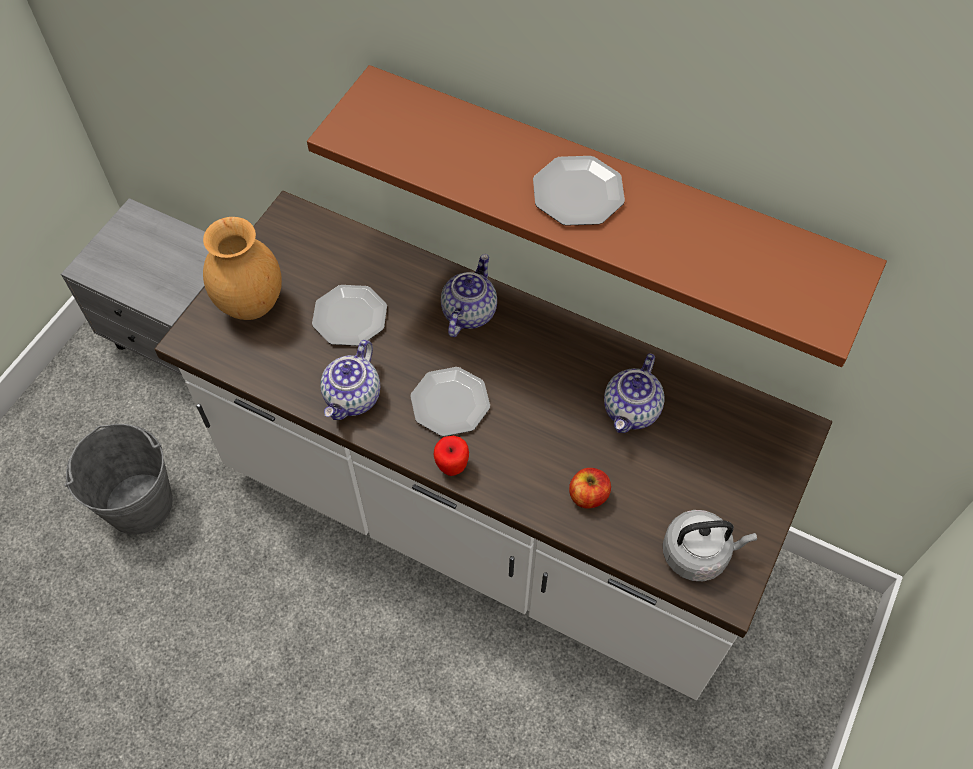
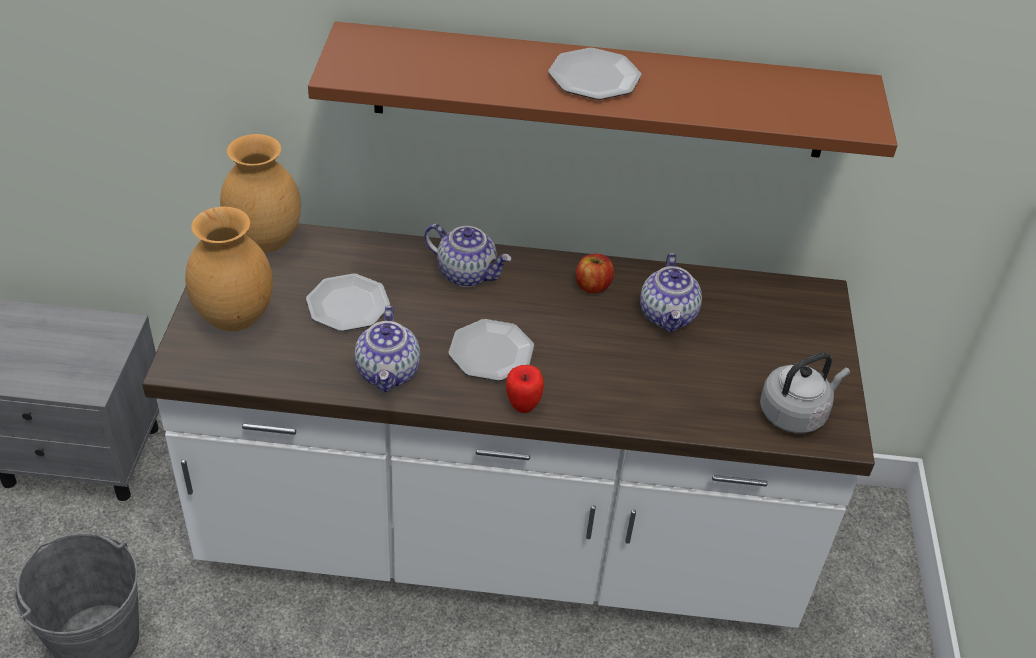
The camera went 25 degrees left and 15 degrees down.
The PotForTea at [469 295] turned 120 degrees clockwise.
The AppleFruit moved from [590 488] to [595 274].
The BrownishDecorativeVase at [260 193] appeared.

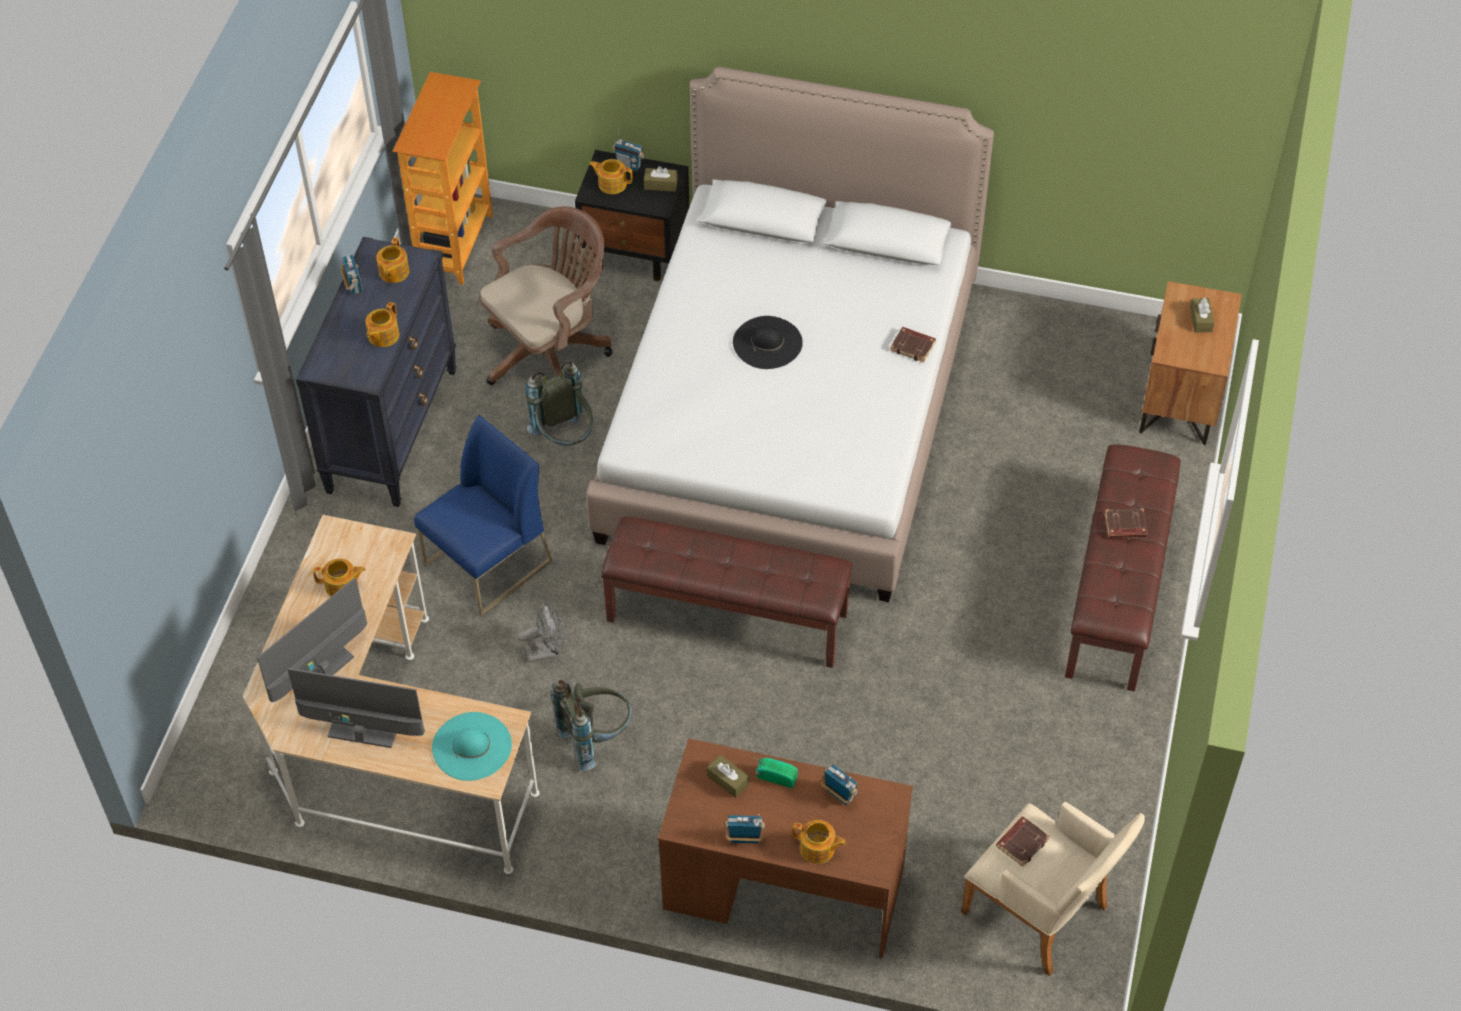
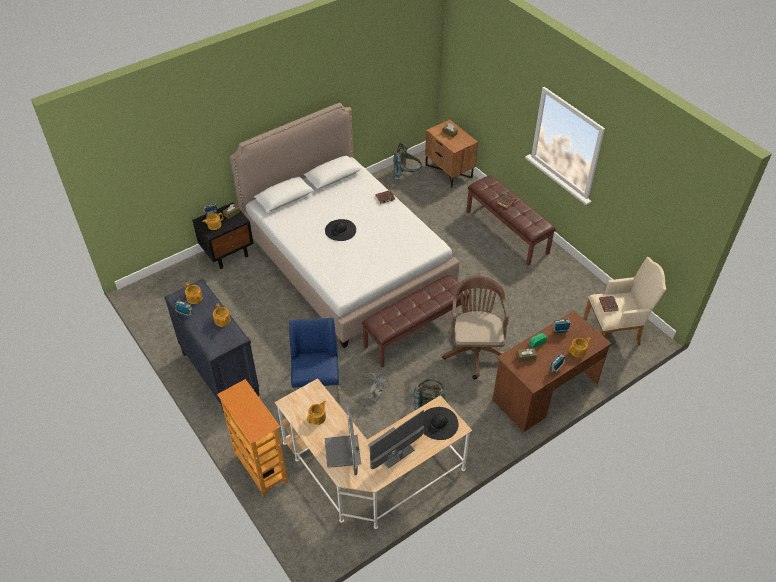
The camera went 50 degrees left and 5 degrees down.
The ShelvingUnit moved from [443 178] to [252 438].
The BrownishOfficeChair moved from [545 295] to [475 327].
The GrayRucksack moved from [559 403] to [408 160].
The TurquoiseHat at [472 746] became the BlackHat at [440 423].

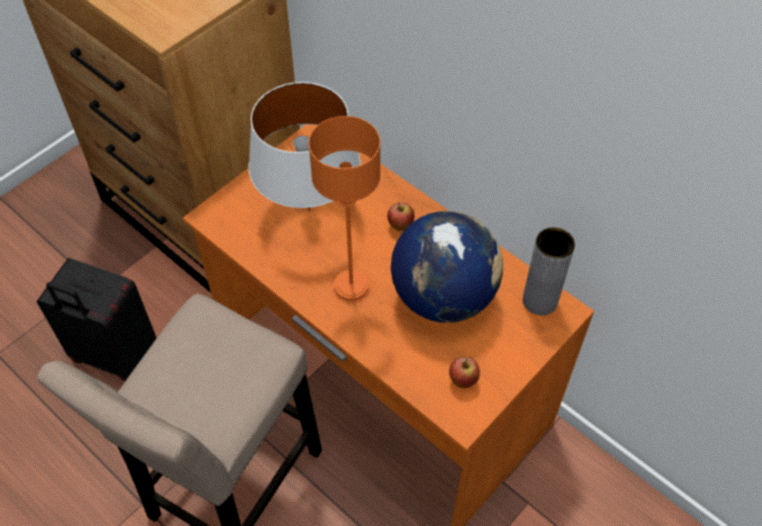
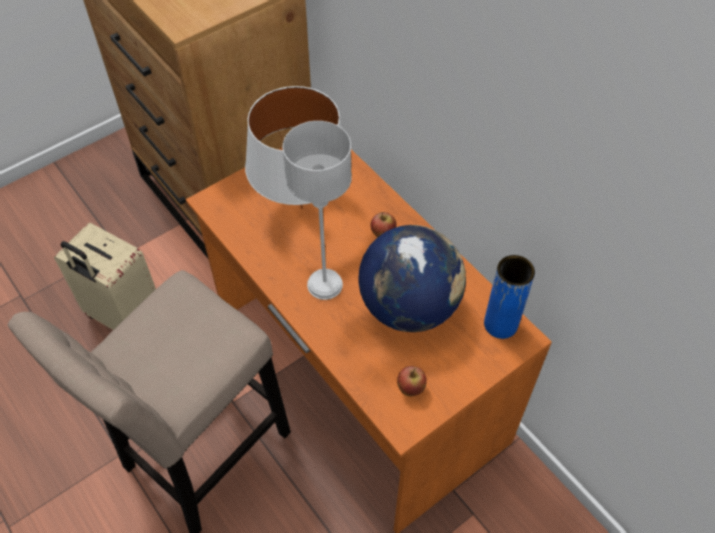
The camera went 10 degrees right and 0 degrees up.
The OrangeyLampForATable at [344 209] became the GrayLampForATable at [317 210].
The GrayDecorativeVase at [549 271] became the BluishDecorativeVase at [509 297].
The BlackSuitcase at [96 319] became the BeigeSuitcase at [105 276].

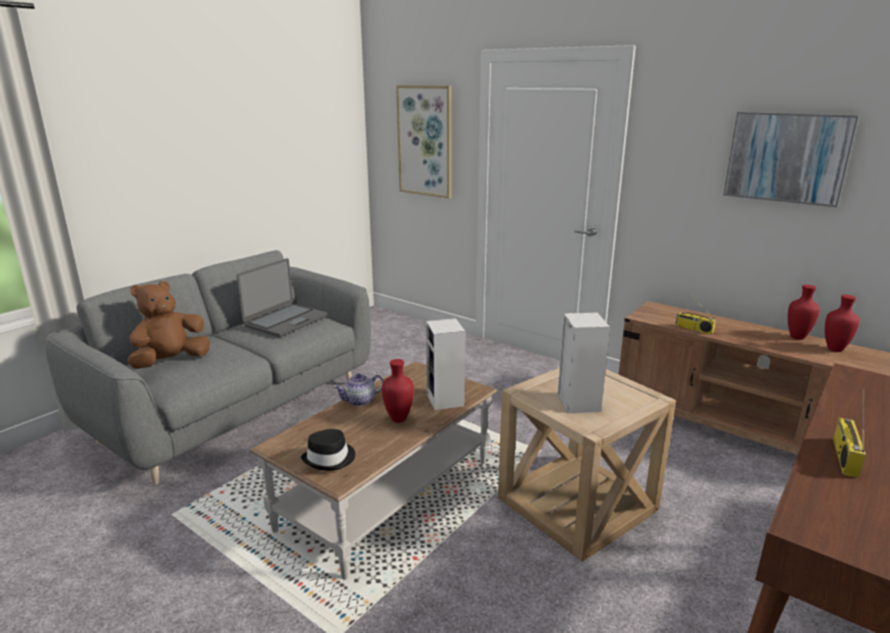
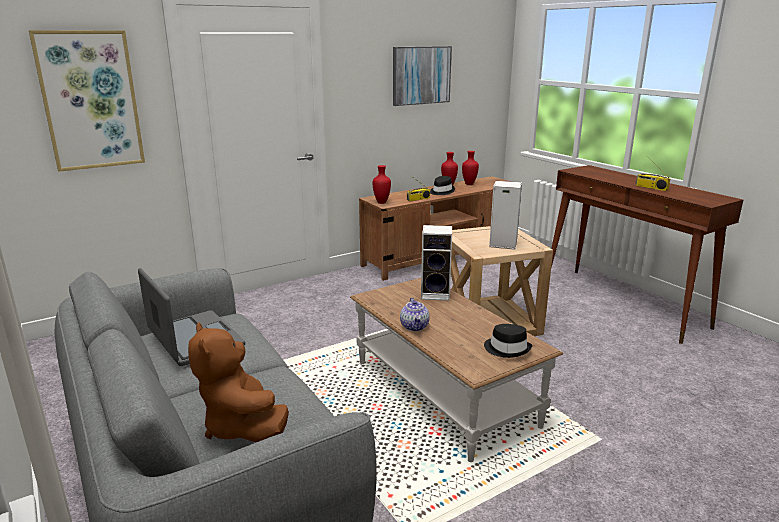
The camera went 70 degrees left and 0 degrees up.
The RedDecorativeVase moved from [398 391] to [382 184].
The BlackHat at [442 185] appeared.

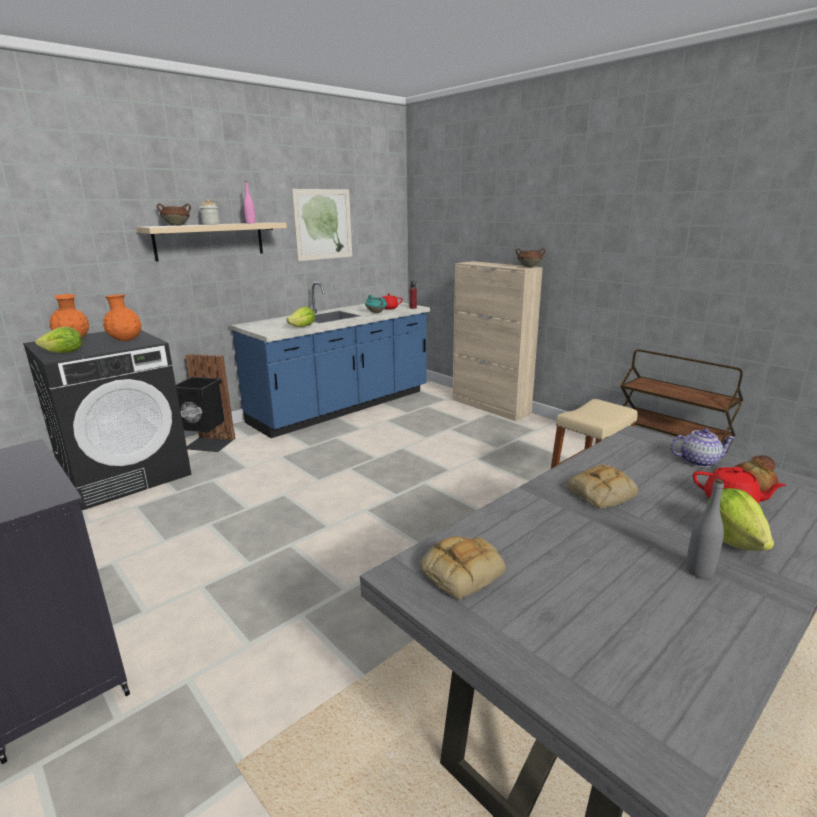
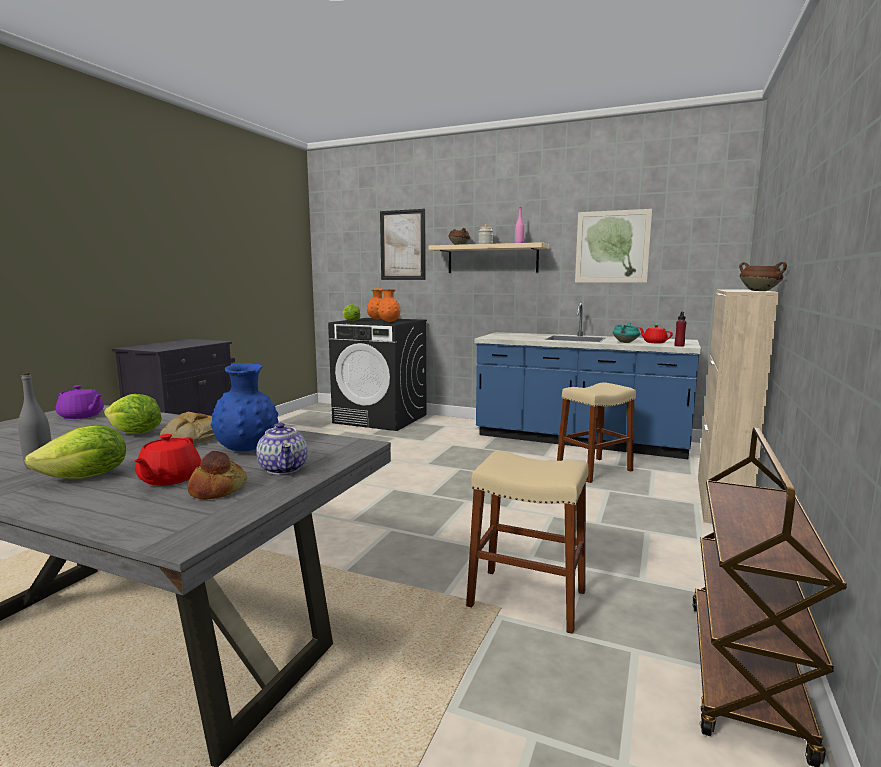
The camera went 65 degrees right and 10 degrees down.
The Lettuce moved from [300 317] to [133 413].
The BlackTrashCan at [205 403] disappeared.
The BakeryBread at [463 567] was replaced by the PurplishPotForTea at [80 402].
The WallArt at [403 244] appeared.
The BluishDecorativeVase at [245 407] appeared.
The BeigeStool at [596 432] appeared.

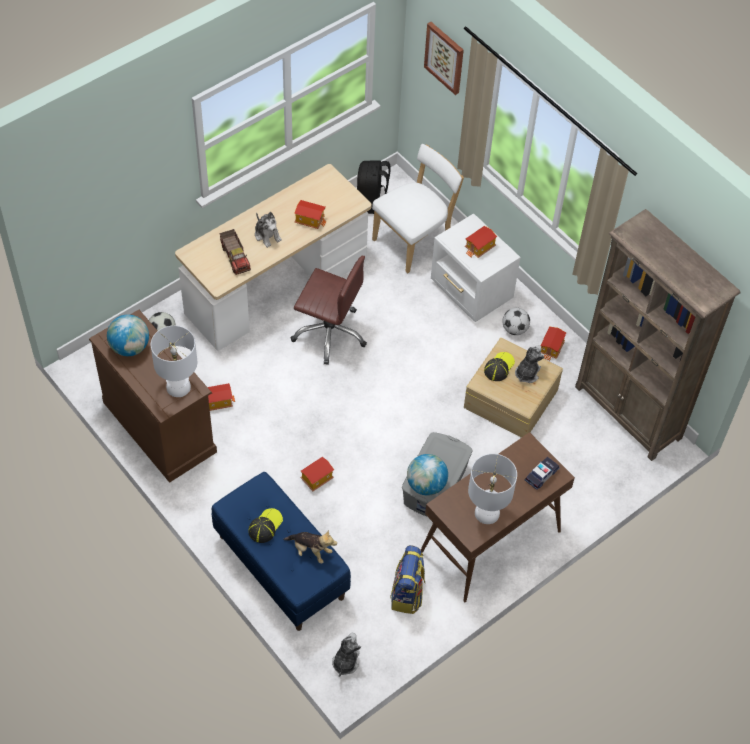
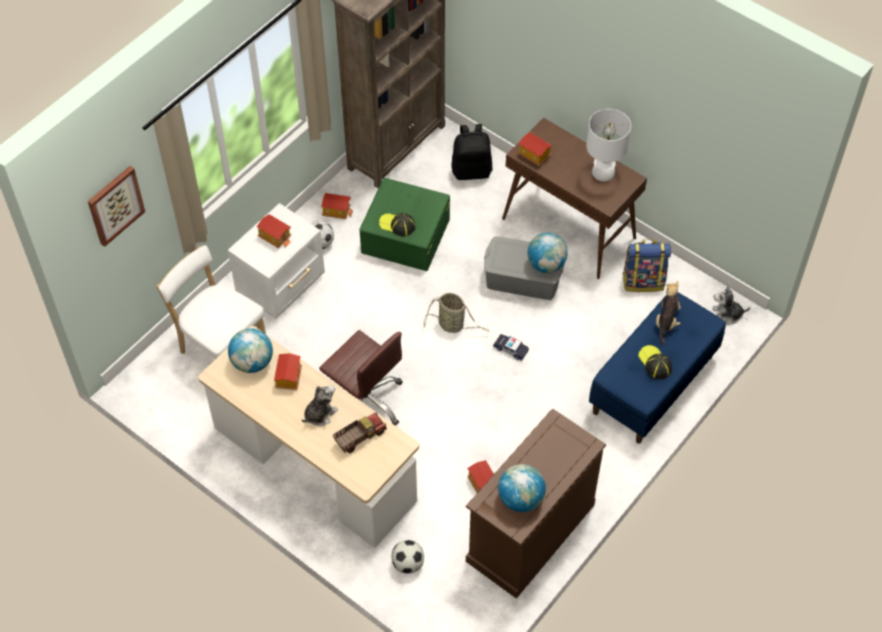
The camera went 100 degrees left and 0 degrees up.
The BlackRucksack moved from [374 187] to [472 152].
The BrownishOfficeChair at [328 310] turned 120 degrees clockwise.
The WhiteColouredLampForATable at [174 361] disappeared.
The BeigeStorageBox at [513 388] became the GreenishStorageBox at [404 224].
The CuddlyToy at [530 364] disappeared.
The ModelHouse moved from [317 474] to [535 149].
The ToyCar moved from [542 473] to [511 347].
The PeakedCap at [265 525] turned 45 degrees clockwise.
The StorageBasket at [457 313] appeared.
The WorldGlobe at [250 350] appeared.

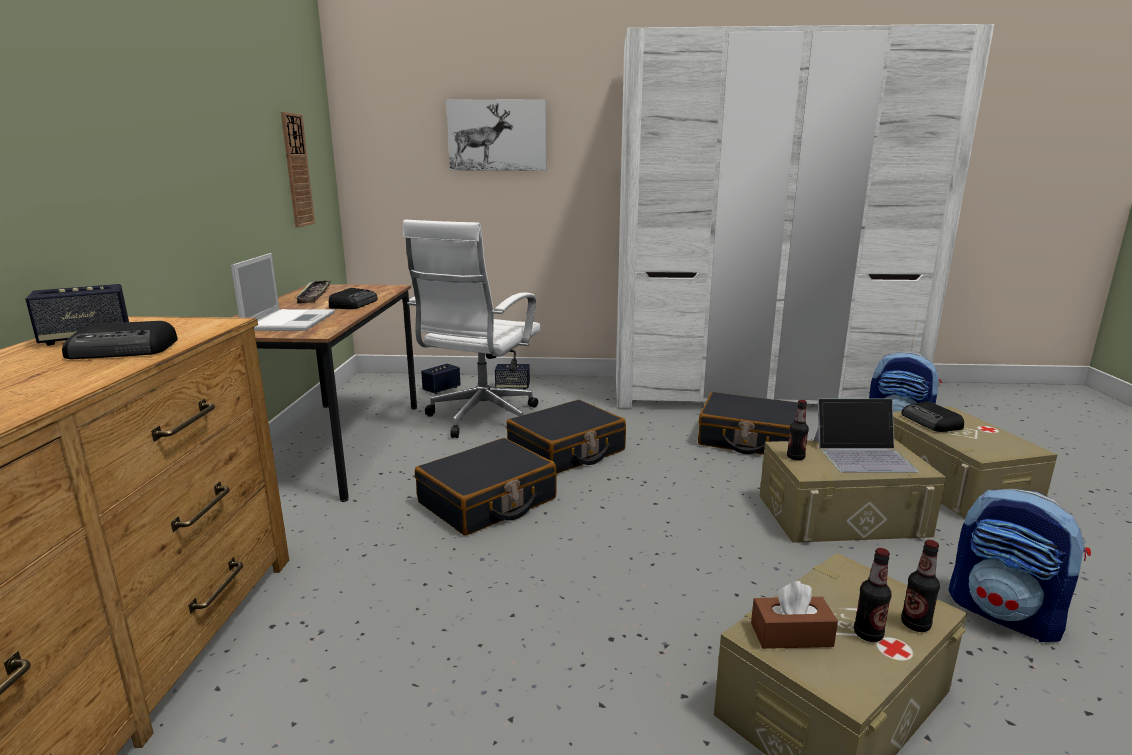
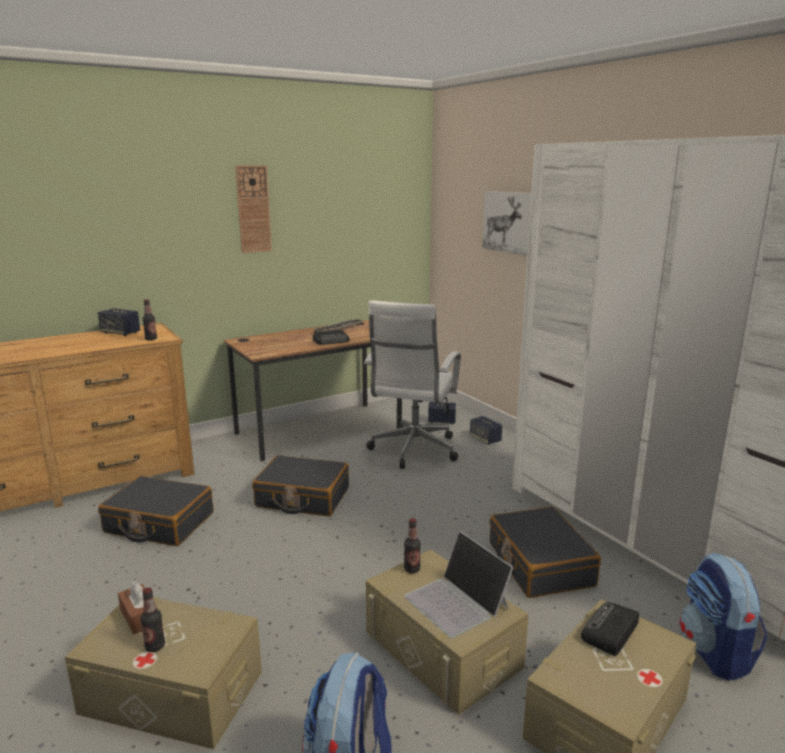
The camera went 55 degrees right and 0 degrees up.
The HangingClock moved from [298 169] to [253 209].
The WhiteColouredOfficeChair at [472 329] turned 60 degrees counterclockwise.
The Laptop at [283 292] disappeared.
The RadioReceiver at [120 340] disappeared.
The BlackSuitcase moved from [566 437] to [156 511].
The Bottle moved from [920 586] to [150 320].

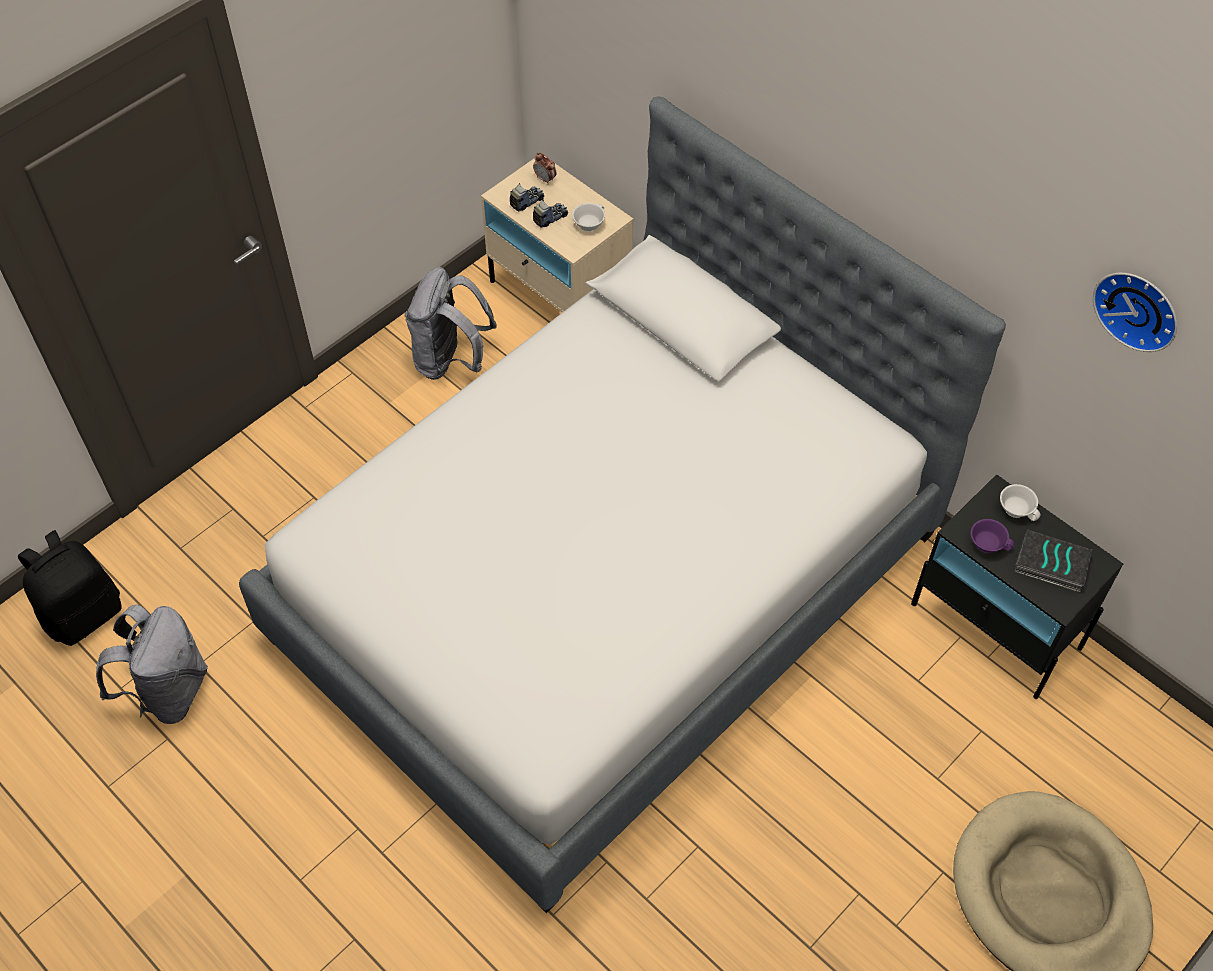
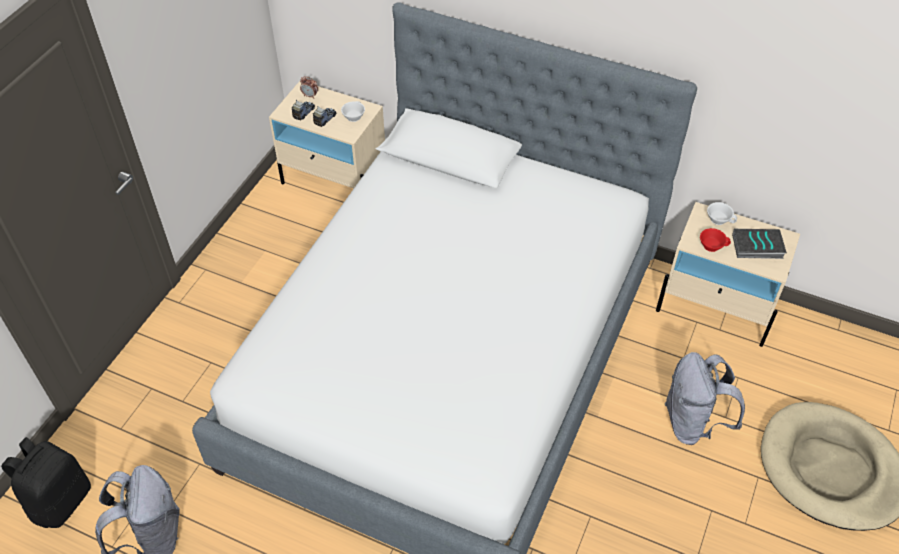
The camera went 20 degrees left and 5 degrees down.
The GrayRucksack moved from [451 323] to [705 398].
The HangingClock at [1135 312] disappeared.
The BlackNightTable at [1017 586] became the BeigeNightTable at [728 274].
The PurplishSmallCup at [992 536] became the RedSmallCup at [715 240].

